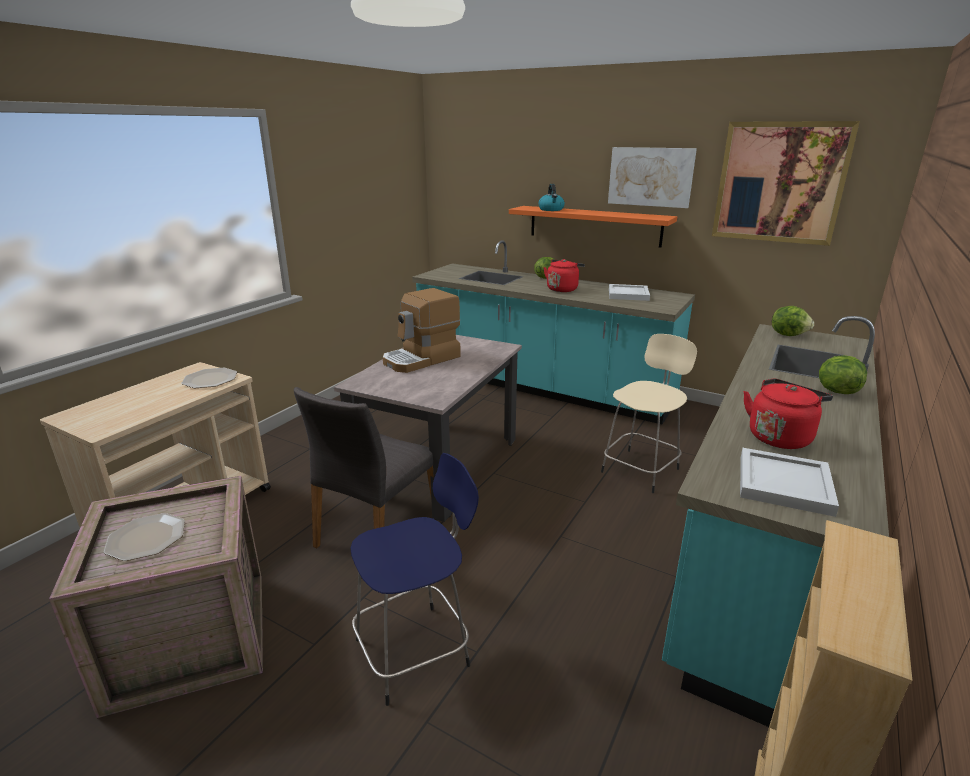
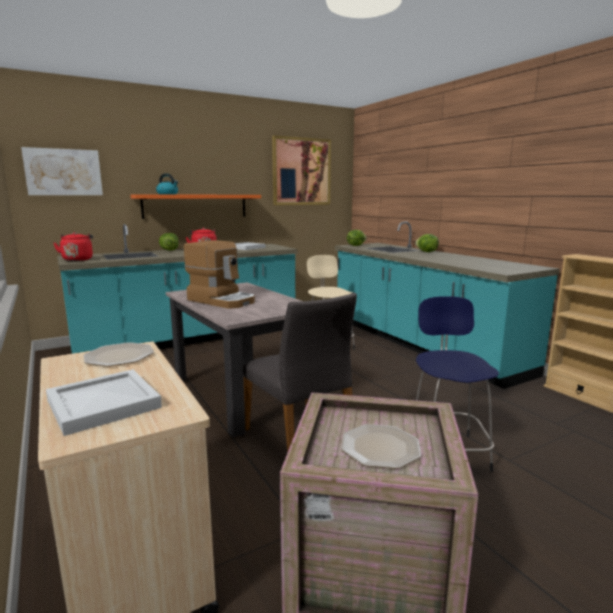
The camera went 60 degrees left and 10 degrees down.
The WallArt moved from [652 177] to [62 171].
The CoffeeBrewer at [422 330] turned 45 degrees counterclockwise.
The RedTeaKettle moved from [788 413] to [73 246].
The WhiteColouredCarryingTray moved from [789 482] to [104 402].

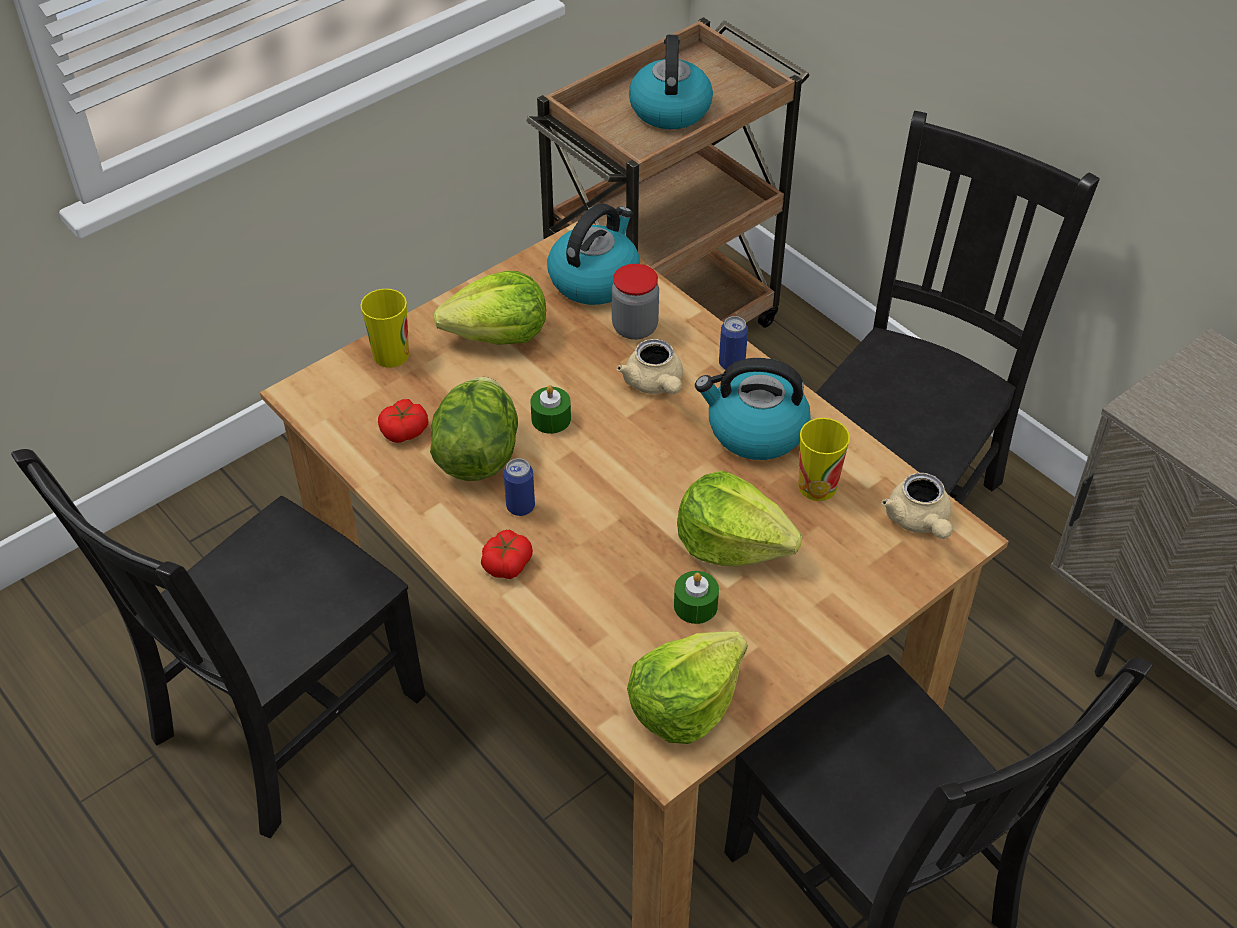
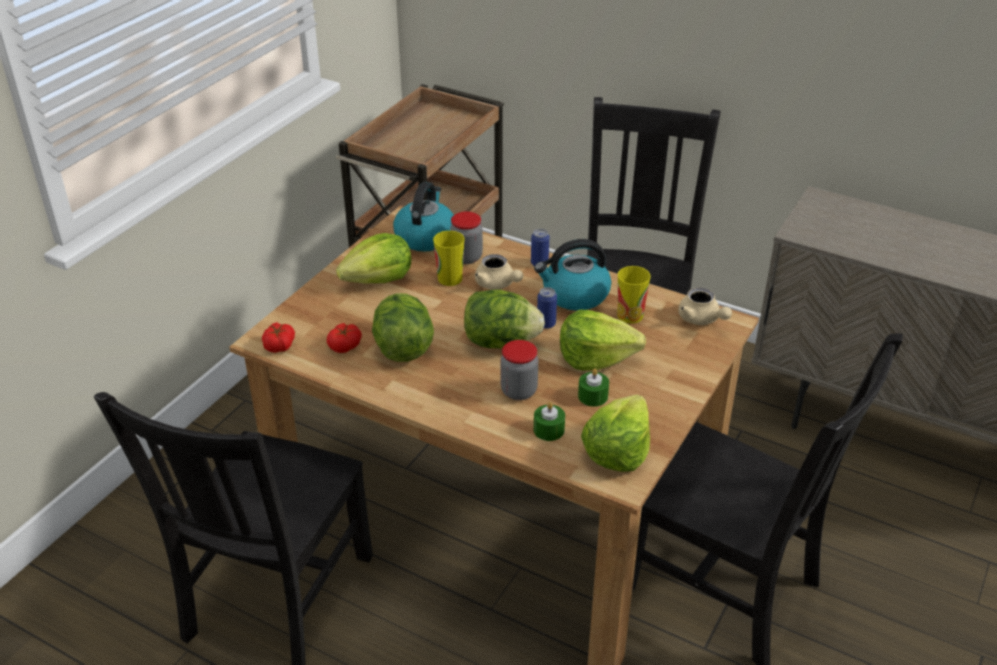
The camera went 20 degrees left and 10 degrees down.
The TeaKettle at [671 82] disappeared.
The SmallCup moved from [384 328] to [449 258].
The GreenishWaxCandle moved from [550 409] to [549 421].
The SealedCan moved from [519 487] to [547 308].
The FreshTomato moved from [507 554] to [278 337].
The Lettuce at [504 318] appeared.
The StorageJar at [519 370] appeared.

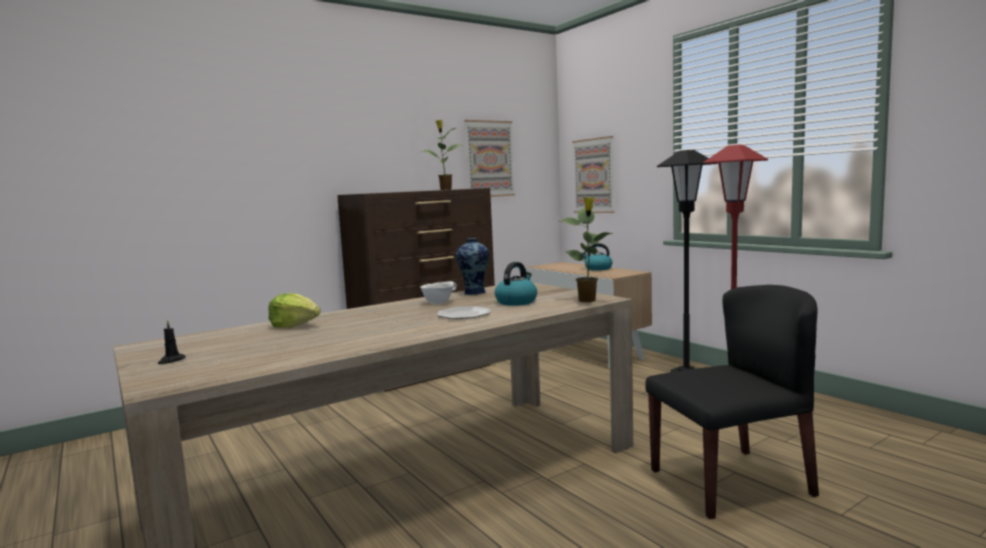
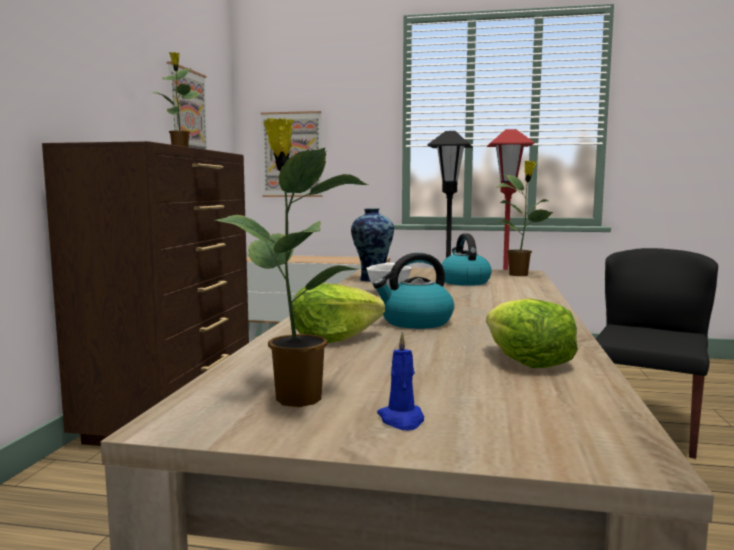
The camera went 45 degrees left and 0 degrees up.
The TeaKettle moved from [597 257] to [413 291].
The FlatDish at [463 312] disappeared.
The BlackWaxCandle at [172 342] became the BluishWaxCandle at [400 381].
The PlantInAPot at [291 262] appeared.
The Lettuce at [532 333] appeared.

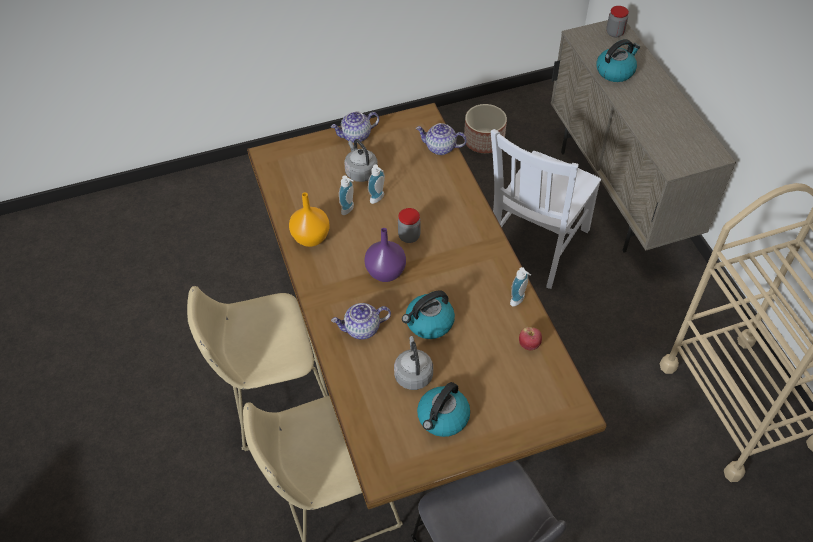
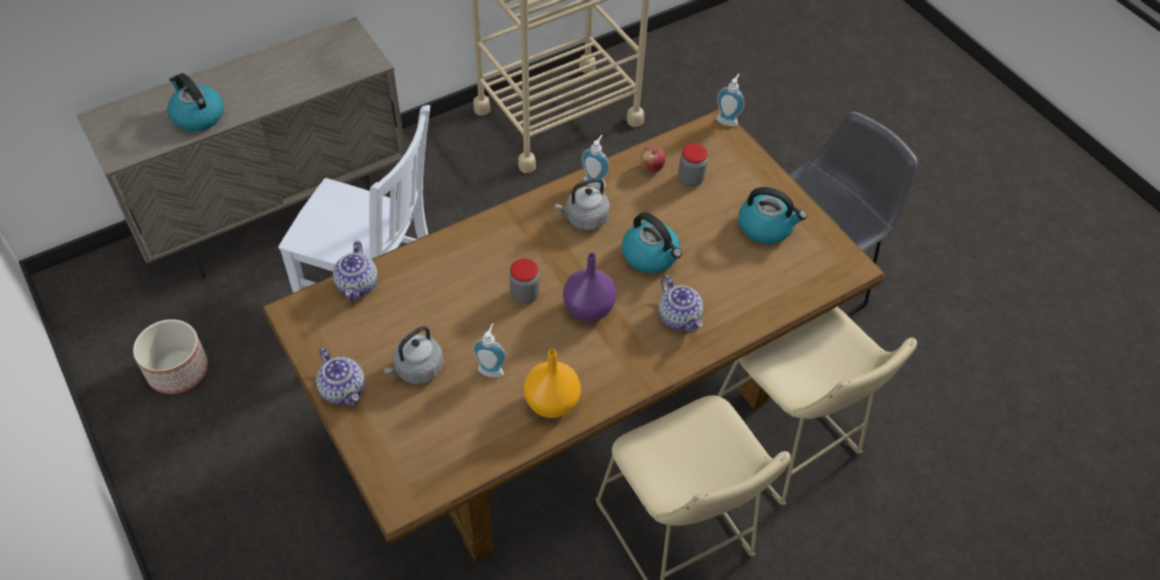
The camera went 105 degrees left and 0 degrees up.
The StorageJar moved from [617 21] to [693 165].
The SoapDispenser moved from [376 184] to [731 100].
The GrayTeaKettle moved from [413 363] to [582 204].

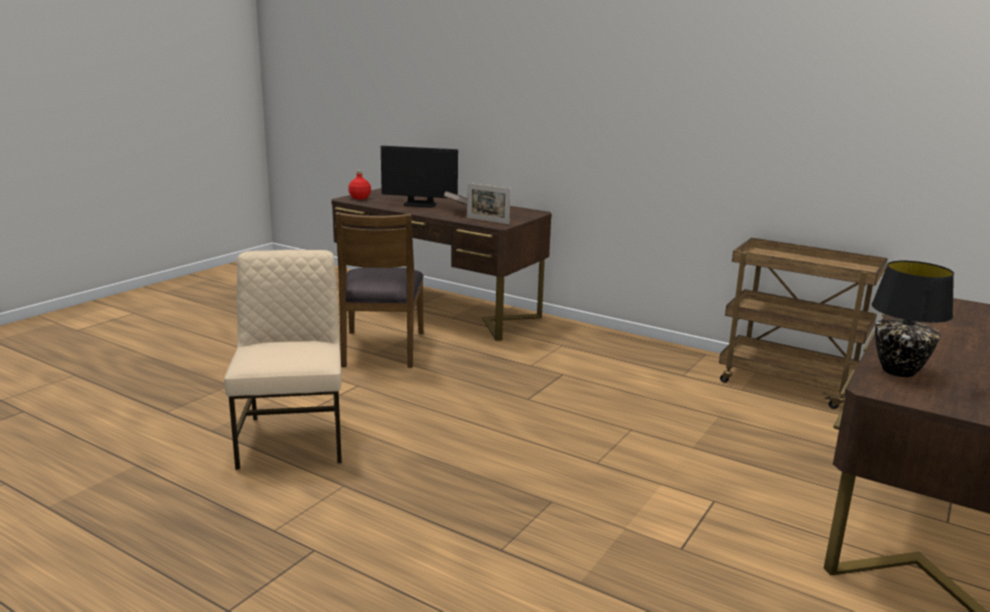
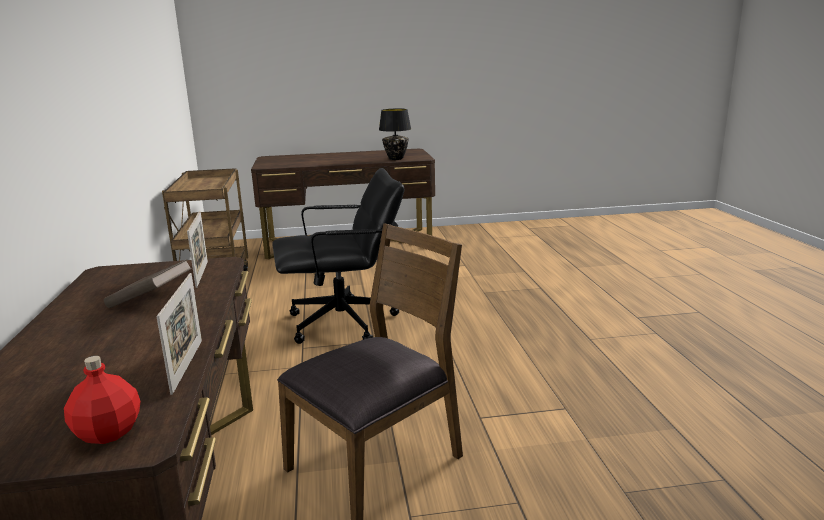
The camera went 130 degrees left and 0 degrees up.
The ComputerDisplay at [419 177] disappeared.
The BeigePlainChair at [283 360] disappeared.
The BlackOfficeChair at [338 256] appeared.
The PhotoFrame at [179 334] appeared.

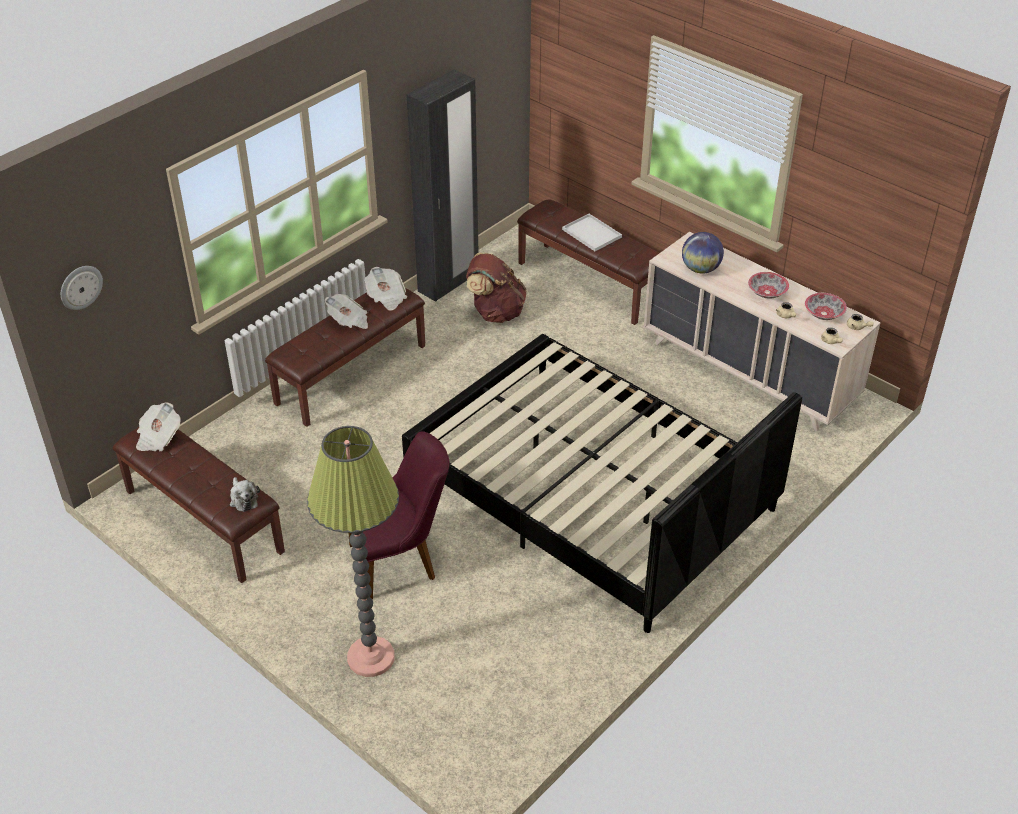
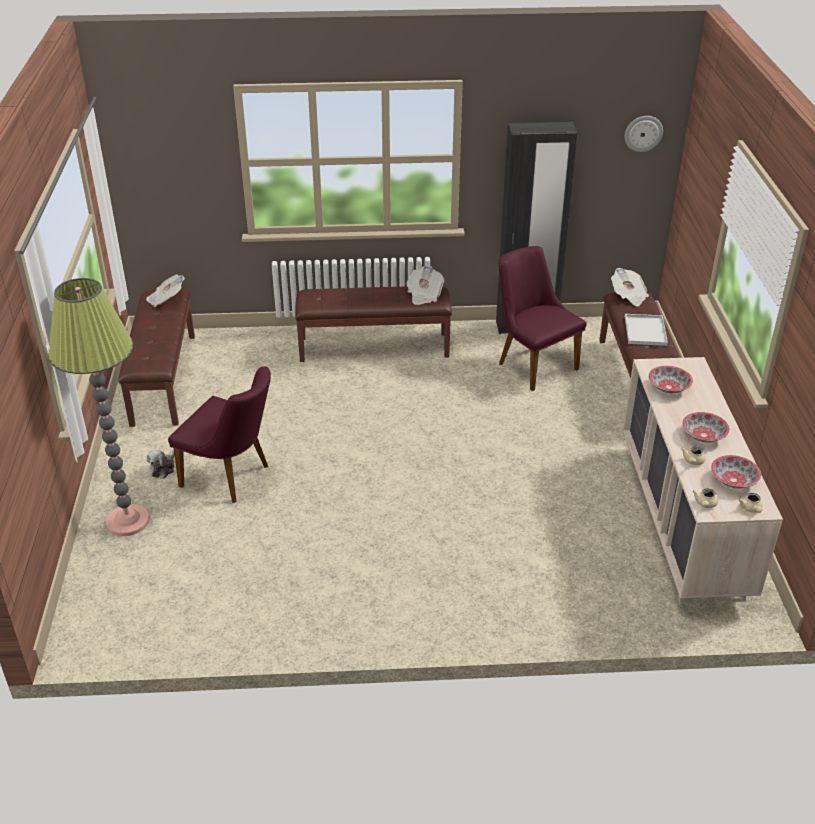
The camera went 45 degrees right and 5 degrees down.
The WorldGlobe at [703 253] was replaced by the Bowl at [670 379].
The BrownishRucksack at [496 287] was replaced by the PurplishPlainChair at [542 318].
The HangingClock moved from [82 288] to [644 134].
The Newspaper moved from [346 311] to [630 287].
The BlackBed at [602 483] disappeared.
The CuddlyToy moved from [245 494] to [161 464].

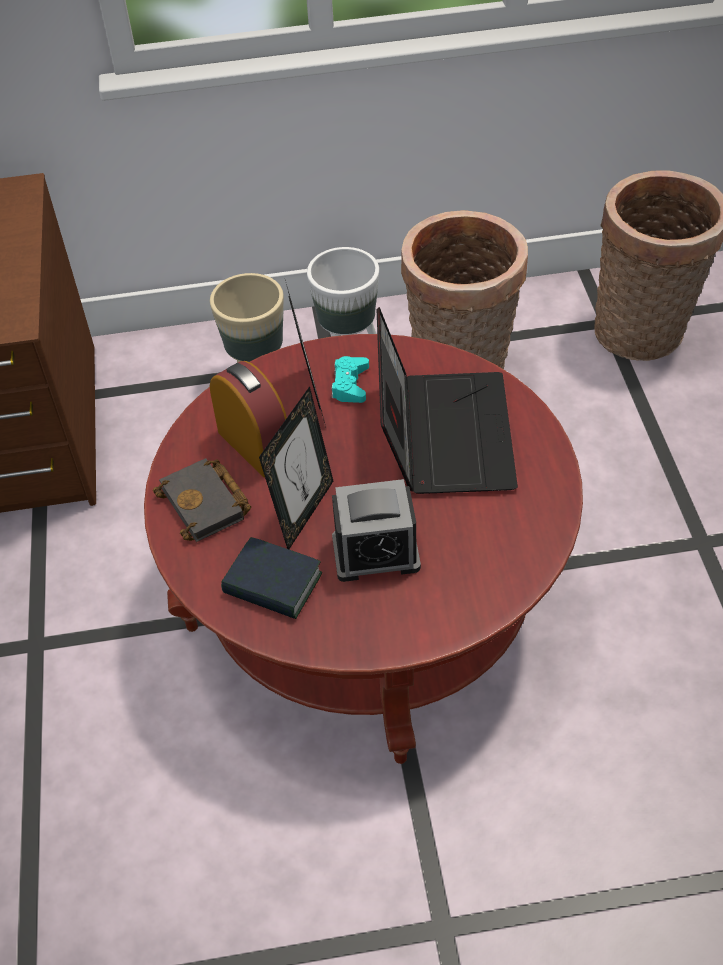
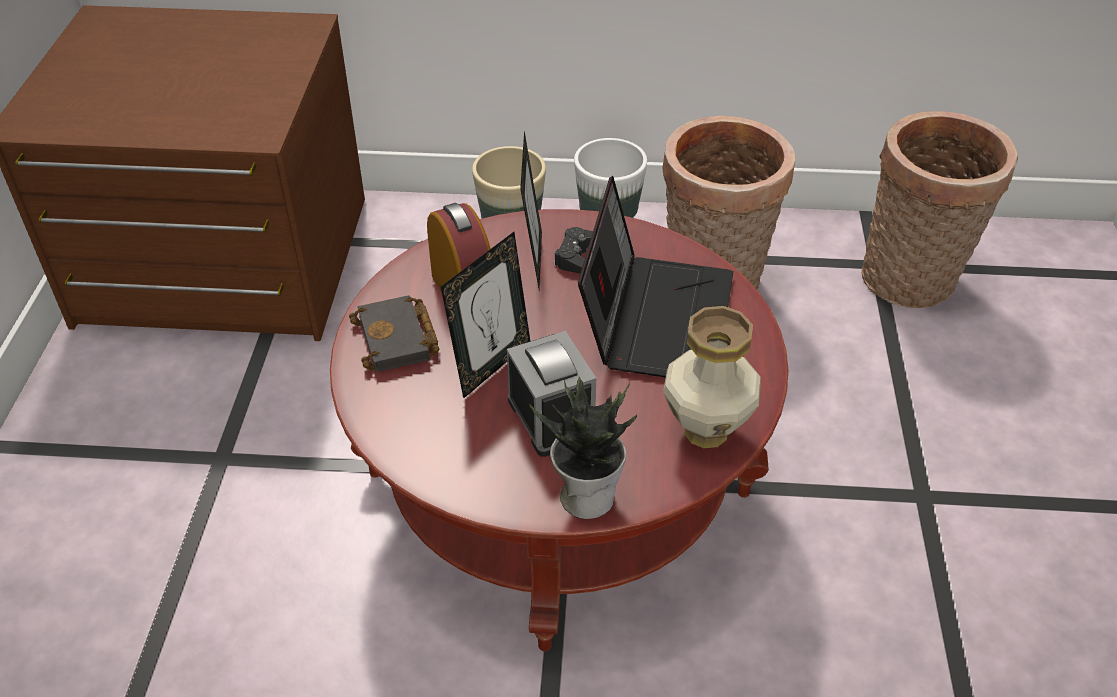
The camera went 10 degrees right and 5 degrees down.
The TurquoiseGamepad at [350 379] became the BlackGamepad at [573 250].
The BedsideClock at [376 530] turned 120 degrees counterclockwise.
The Volume at [271 578] disappeared.
The DecorativeVase at [712 377] appeared.
The PlantInAPot at [583 448] appeared.

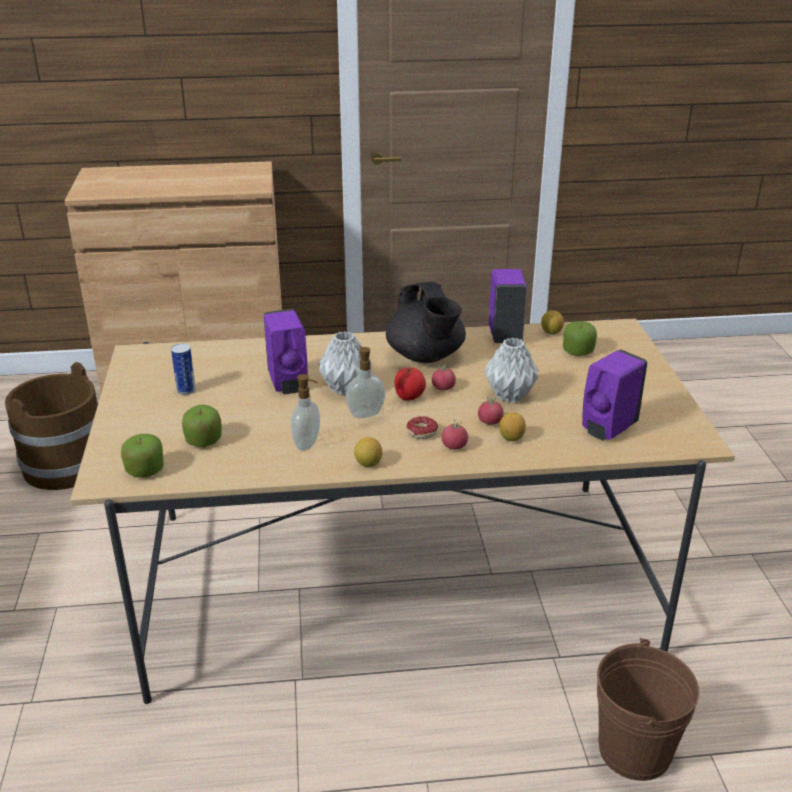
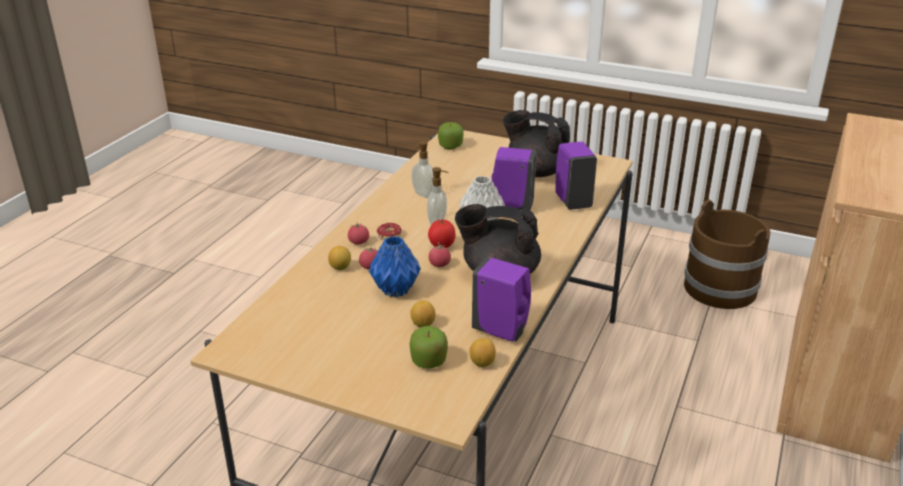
The camera went 120 degrees right and 0 degrees up.
The GrayDecorativeVase at [511 370] became the BluishDecorativeVase at [395 266].
The SealedCan at [183 369] was replaced by the BlackPotForTea at [536 143].
The PurplishSoapDispenser moved from [614 395] to [576 176].
The AppleFruit at [202 426] disappeared.
The WholeLemon moved from [368 452] to [422 314].
The BrownishWaterBucket at [648 709] disappeared.

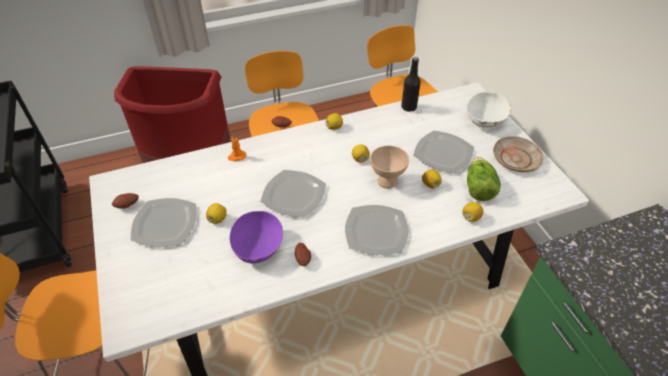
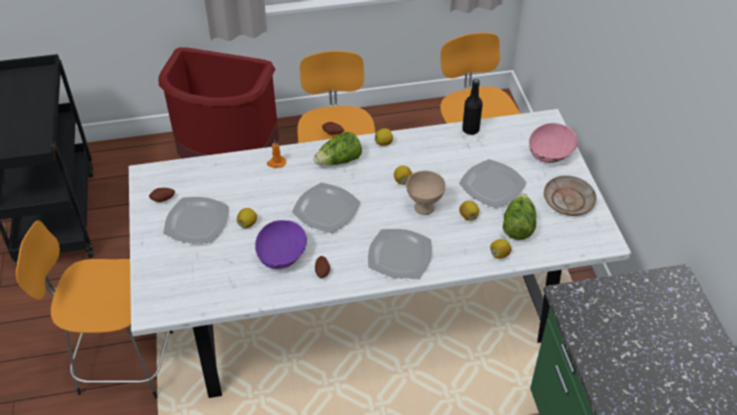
The camera went 10 degrees right and 0 degrees up.
The WhiteColouredBowl at [489 110] became the PinkishBowl at [553 143].
The Lettuce at [338 148] appeared.

